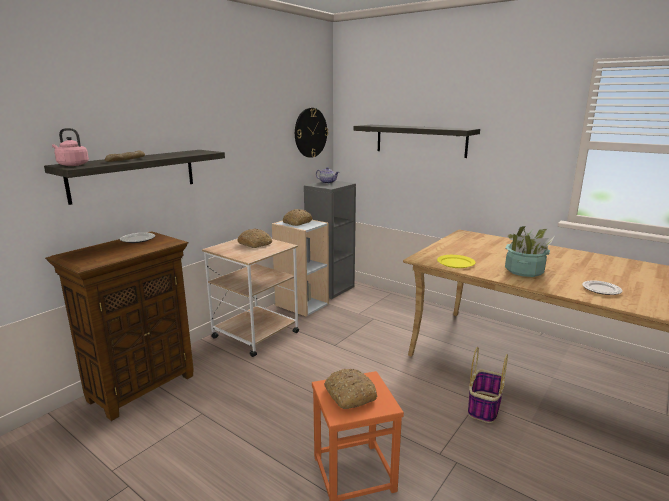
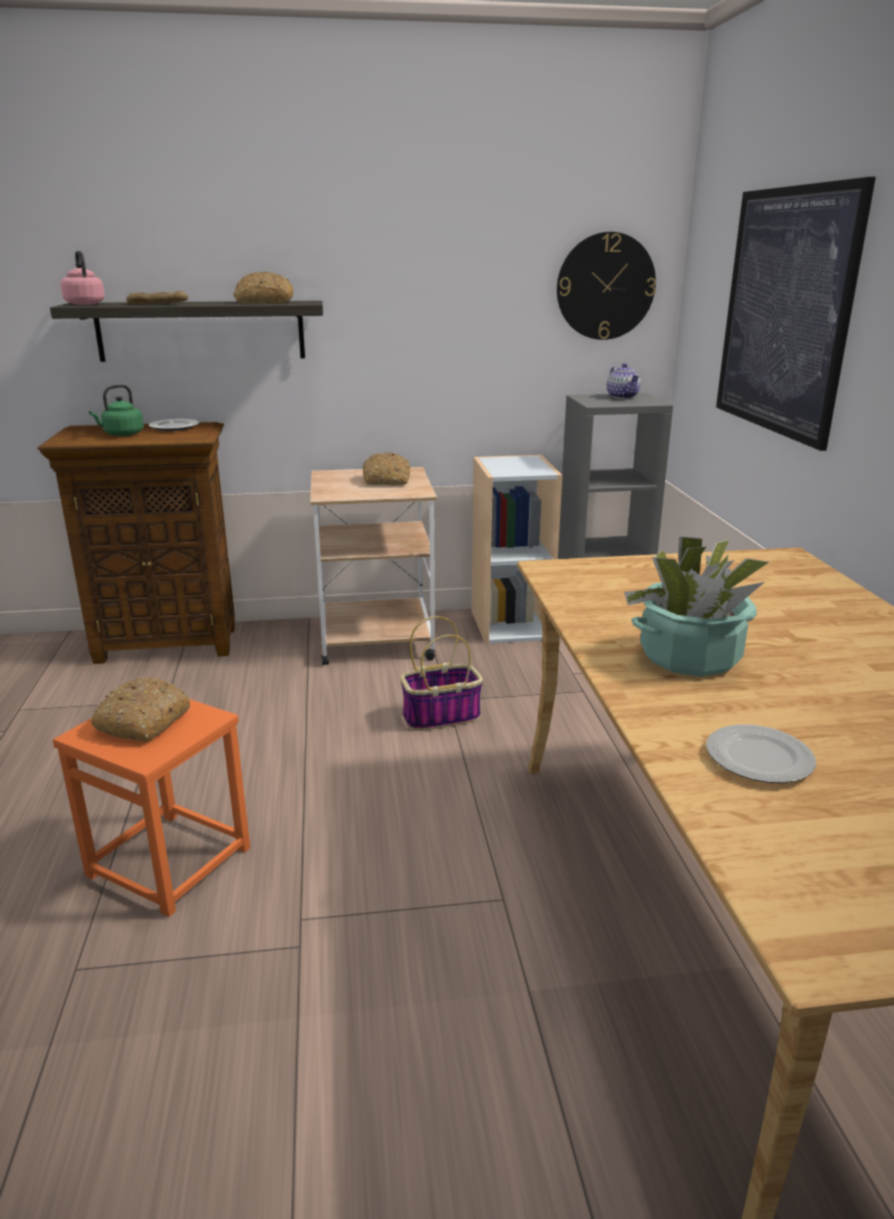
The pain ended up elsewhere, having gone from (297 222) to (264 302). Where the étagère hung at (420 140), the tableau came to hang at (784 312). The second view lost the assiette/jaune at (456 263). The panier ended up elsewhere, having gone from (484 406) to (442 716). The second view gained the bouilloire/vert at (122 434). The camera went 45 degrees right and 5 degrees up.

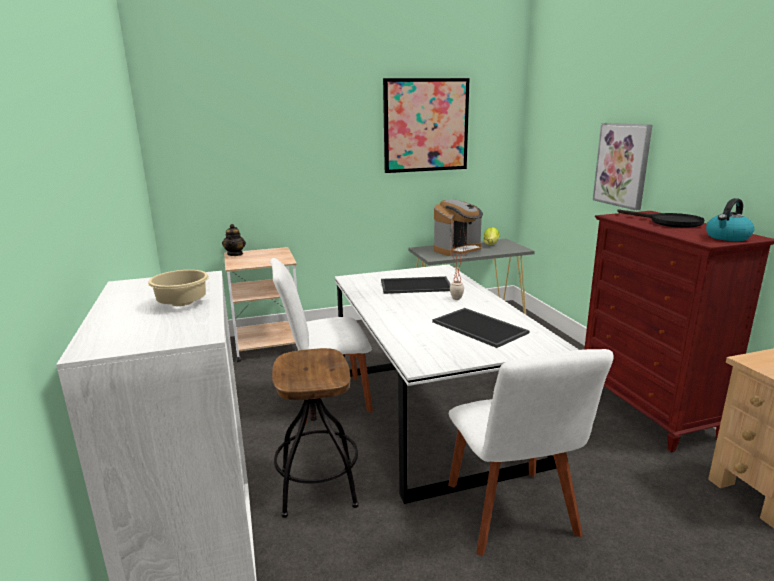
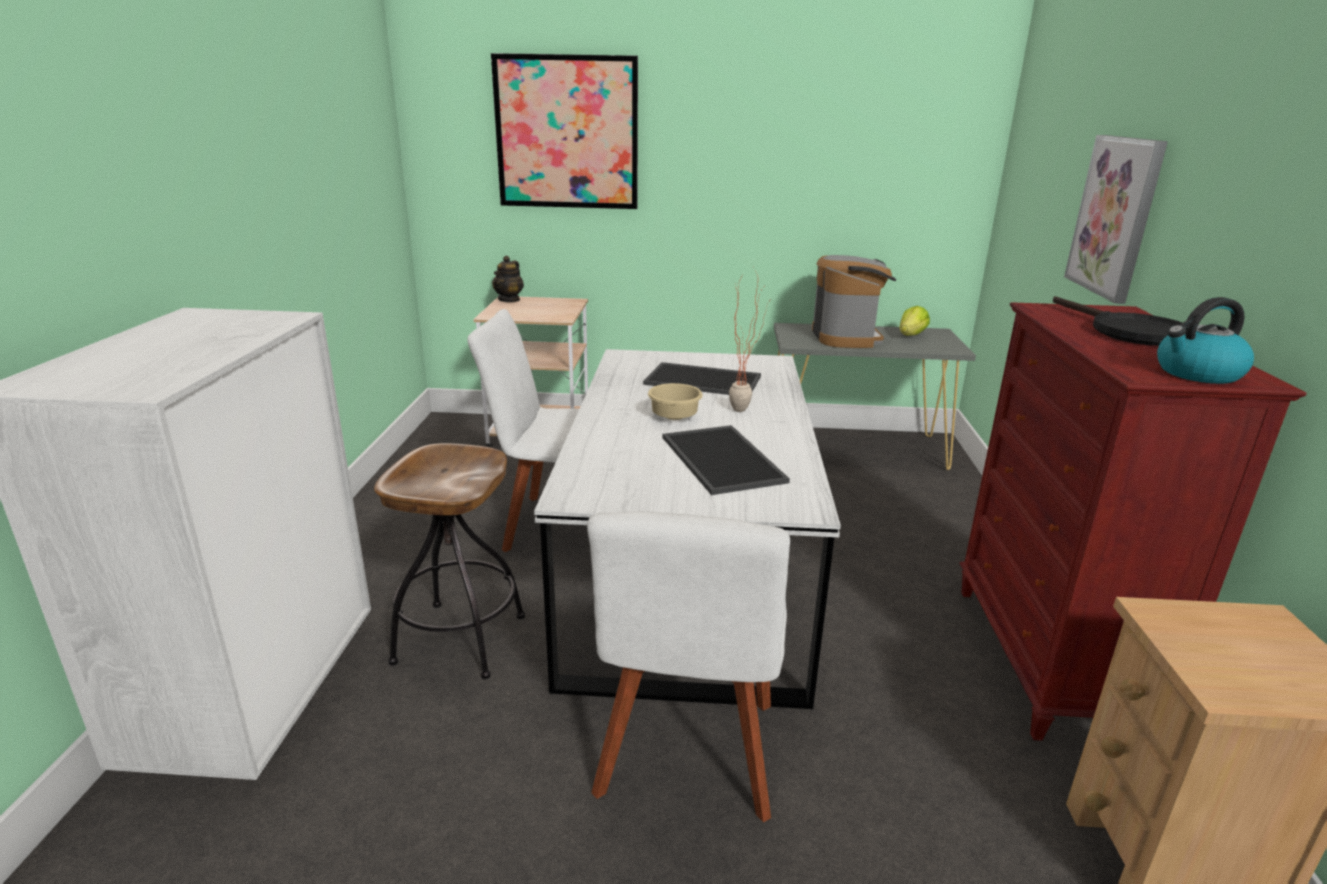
The bol/beige ended up elsewhere, having gone from (182 303) to (674 416). The tableau ended up elsewhere, having gone from (426 125) to (567 133). The machine à café at (458 250) ended up facing another way, 75 degrees counterclockwise from before. The camera went 20 degrees right and 5 degrees up.

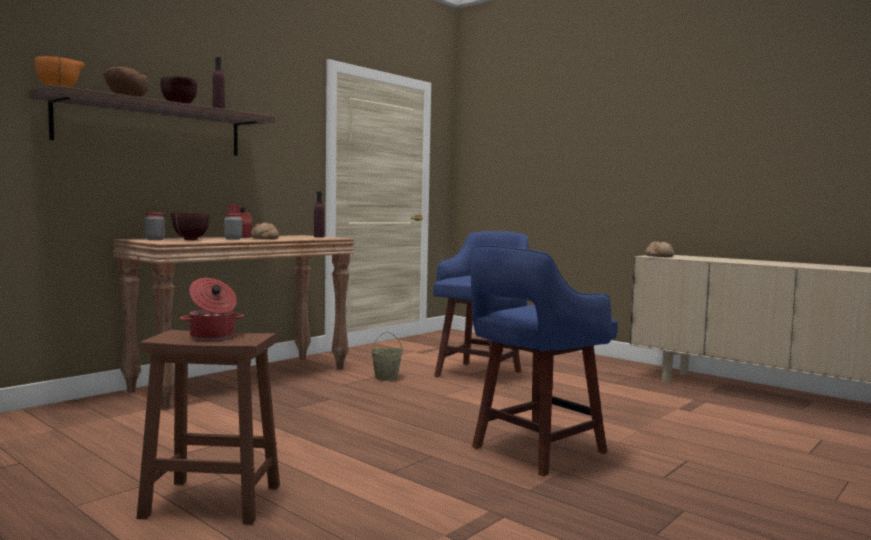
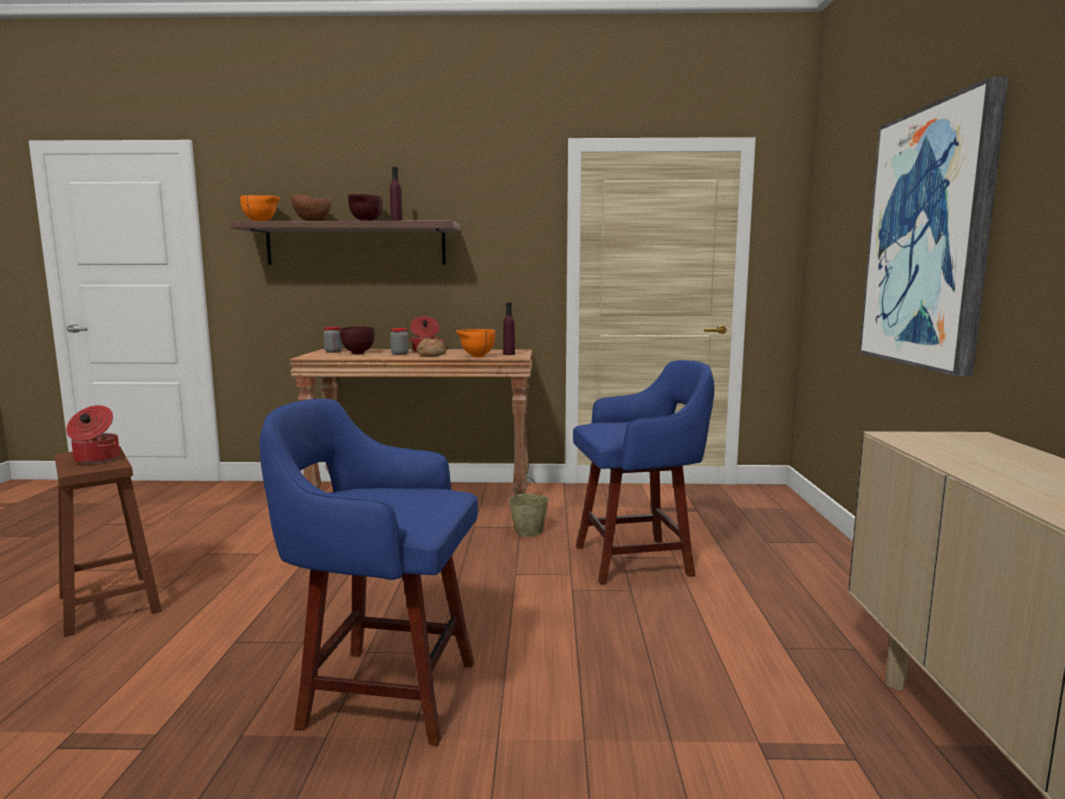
The second view lost the pain at (659 256). The second view gained the bol/orange at (476 356). The second view gained the tableau at (928 238). The camera went 50 degrees right and 5 degrees up.

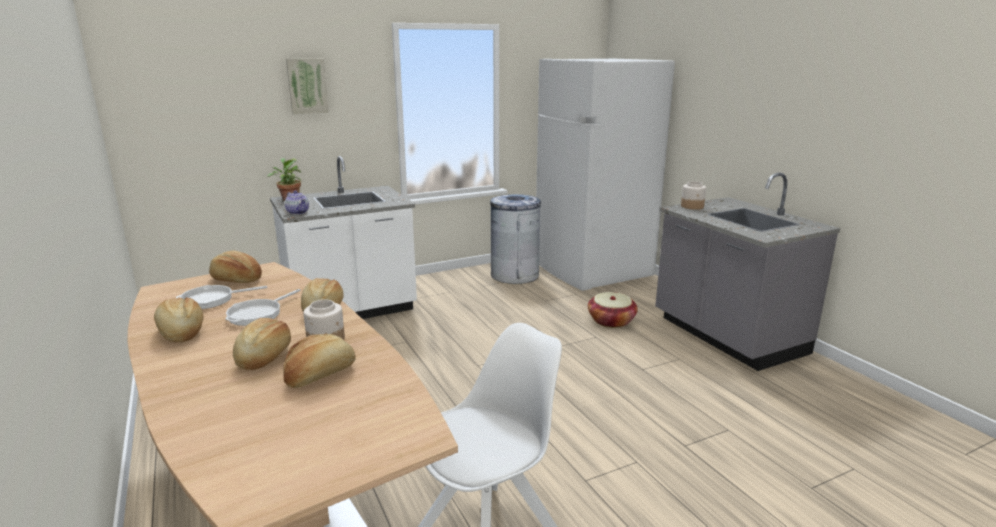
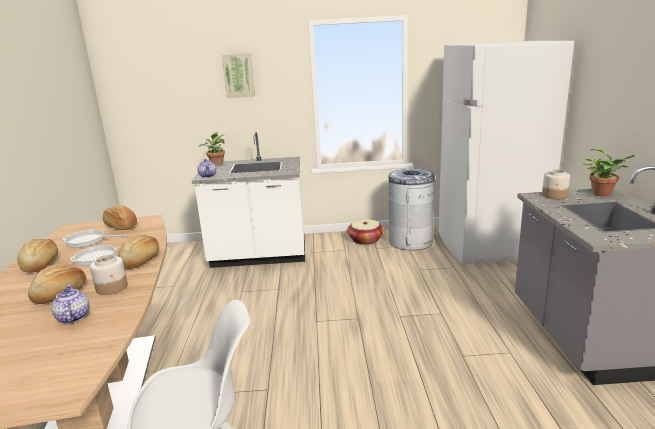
Where the pain stood at (320 375), the théière came to stand at (73 317). The panier ended up elsewhere, having gone from (611 321) to (365 240). The second view gained the plante en pot at (604 194). The camera went 25 degrees right and 0 degrees up.

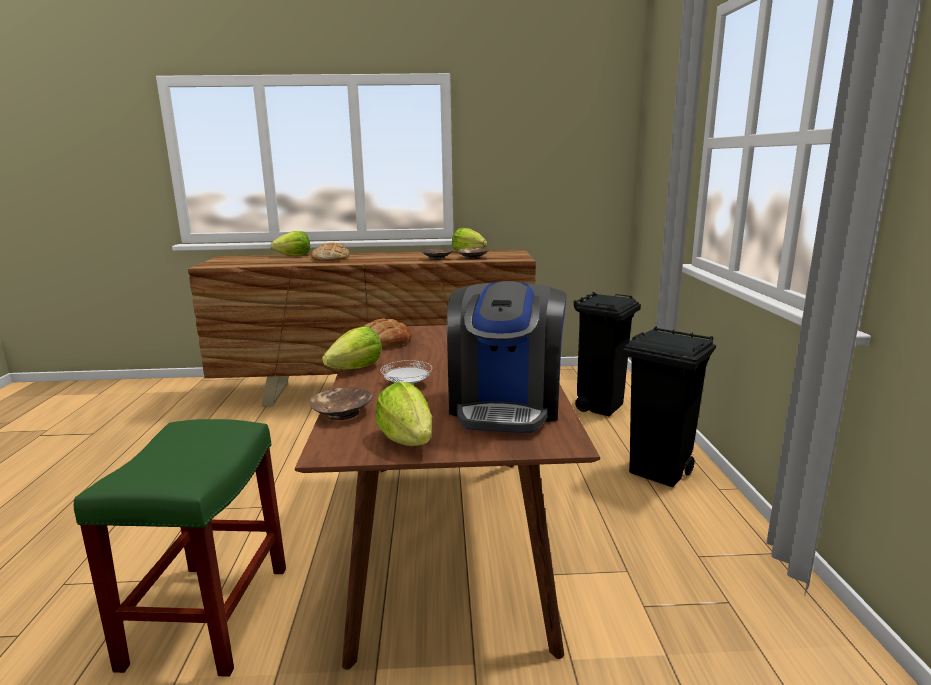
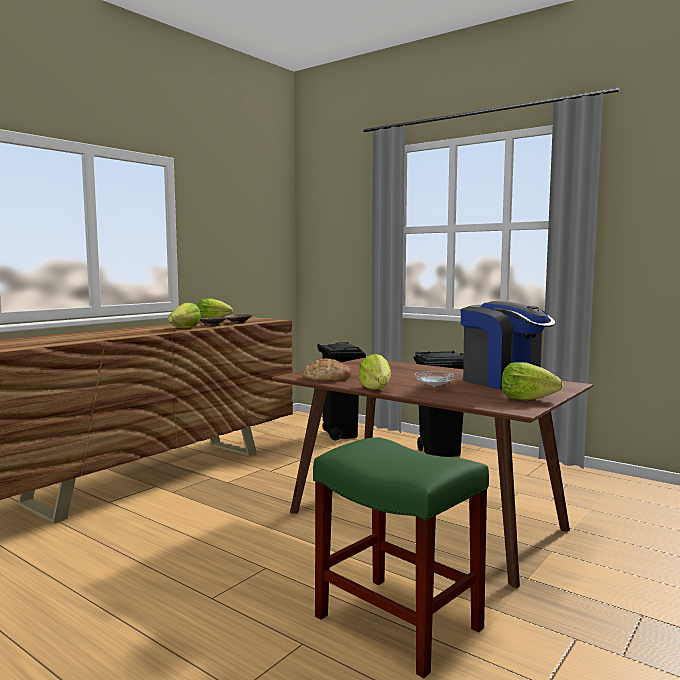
The laitue ended up elsewhere, having gone from (294 255) to (185 328). The second view lost the bol/marron at (342 412). The second view lost the pain at (330 258). The camera went 50 degrees left and 10 degrees down.

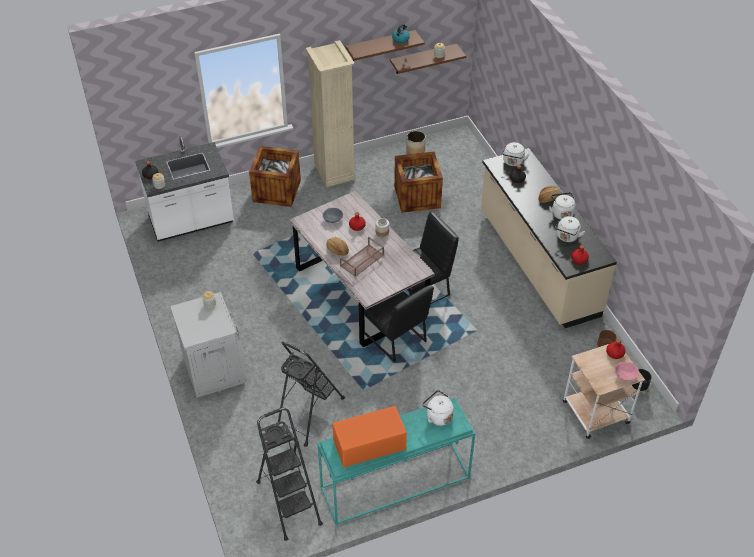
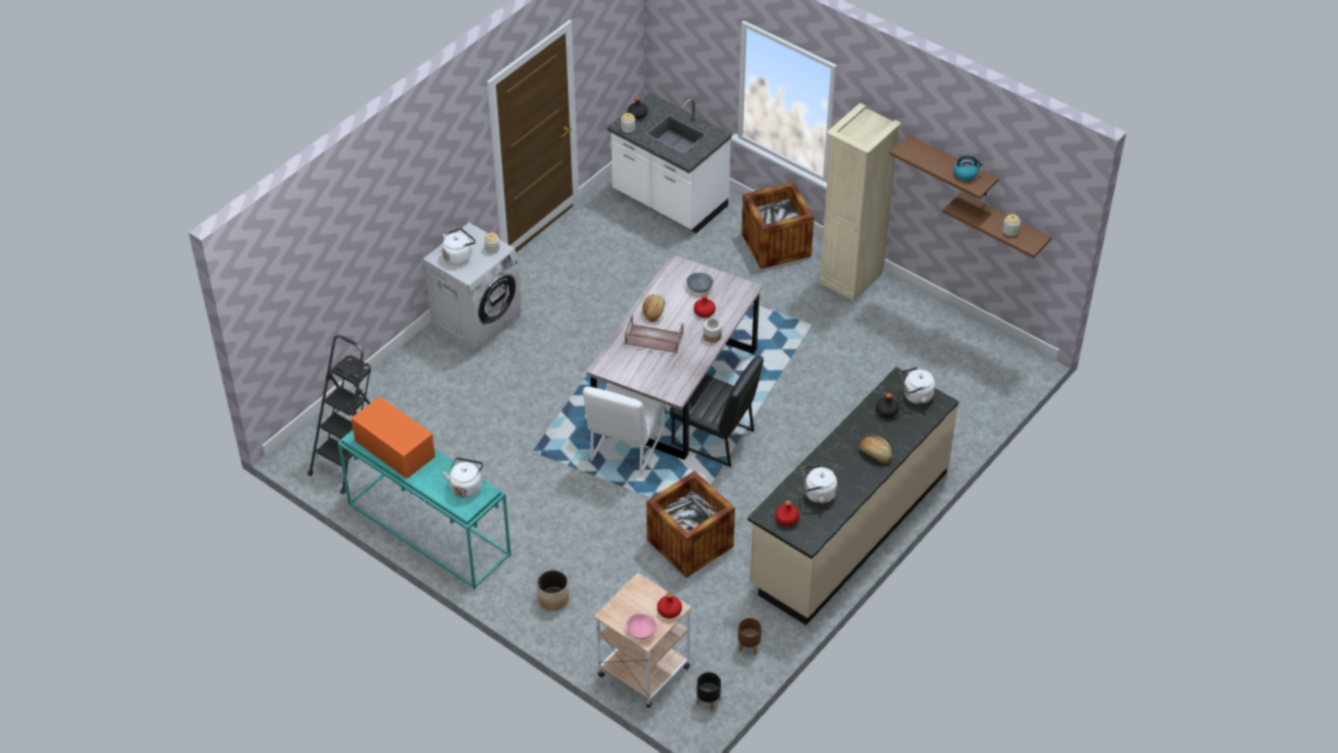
The second view lost the escabeau at (309 414). What was the chaise/noir at (395 338) turned into the chaise/blanc at (626 446). The caisse ended up elsewhere, having gone from (417 197) to (690 543). The cache-pot ended up elsewhere, having gone from (415 150) to (553 599). The bouilloire/blanc ended up elsewhere, having gone from (561 213) to (459 256). The camera went 60 degrees right and 0 degrees up.

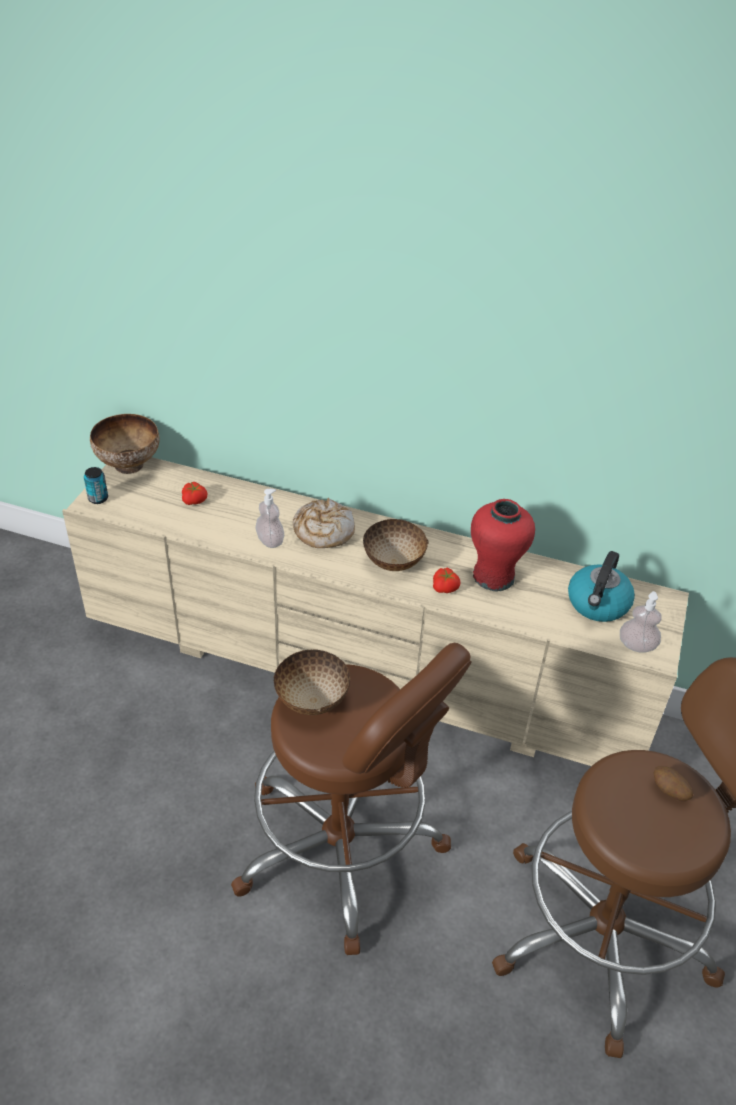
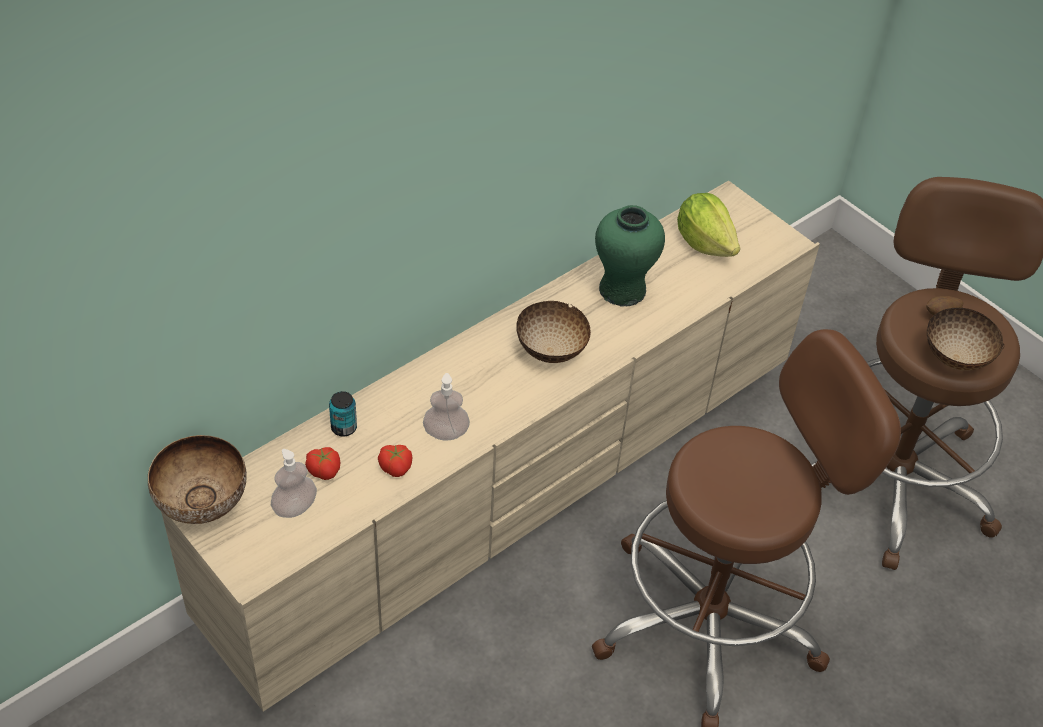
The boîte métallique ended up elsewhere, having gone from (98 498) to (344 428). The bol ended up elsewhere, having gone from (311 699) to (954 358). The second view lost the pain at (323 531). The tomate ended up elsewhere, having gone from (445 588) to (396 466). What was the vase/rouge at (493 576) turned into the vase/vert at (622 289). Where the bouilloire stood at (597 604), the laitue came to stand at (705 242). The distributeur de savon ended up elsewhere, having gone from (636 645) to (295 507). The camera went 60 degrees left and 5 degrees up.

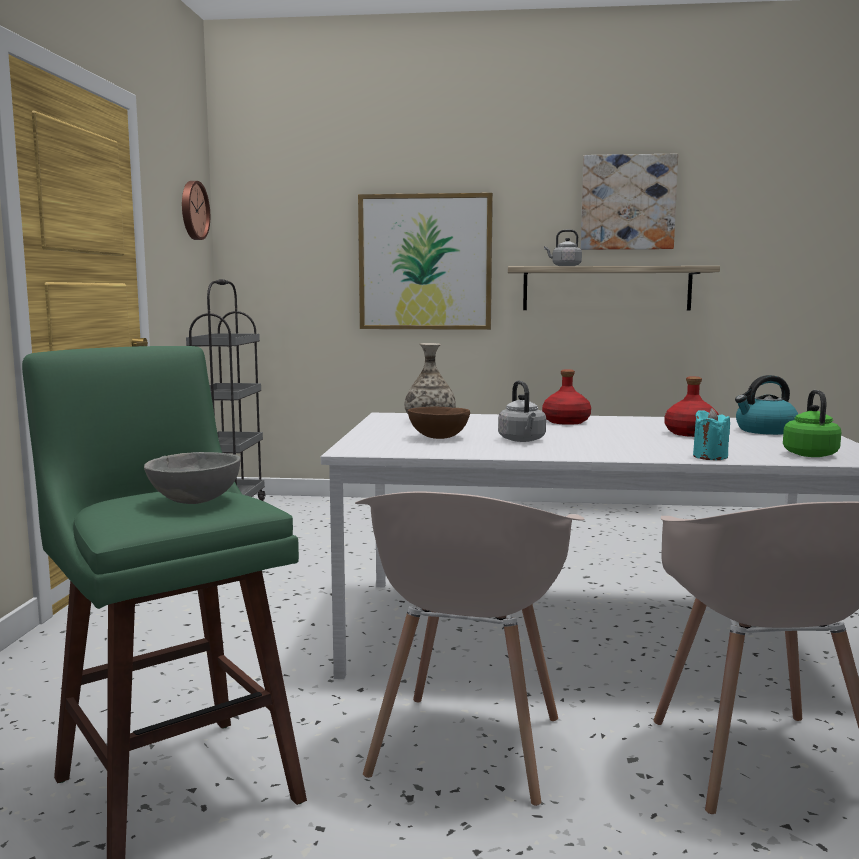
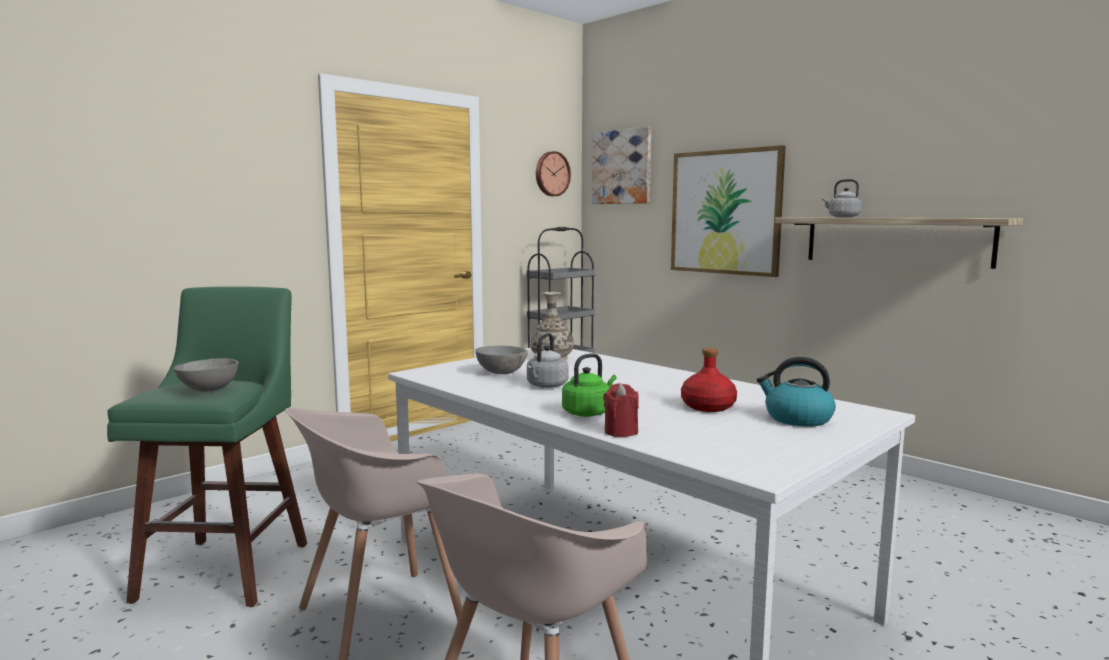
What was the bol/marron at (438 437) turned into the bol/gris at (501 372). The second view lost the bouteille/rouge at (566 422). The tableau ended up elsewhere, having gone from (627 202) to (622 167). What was the bougie/turquoise at (710 457) turned into the bougie/rouge at (621 432). The bouilloire/vert ended up elsewhere, having gone from (809 454) to (588 412). The camera went 40 degrees right and 0 degrees up.

